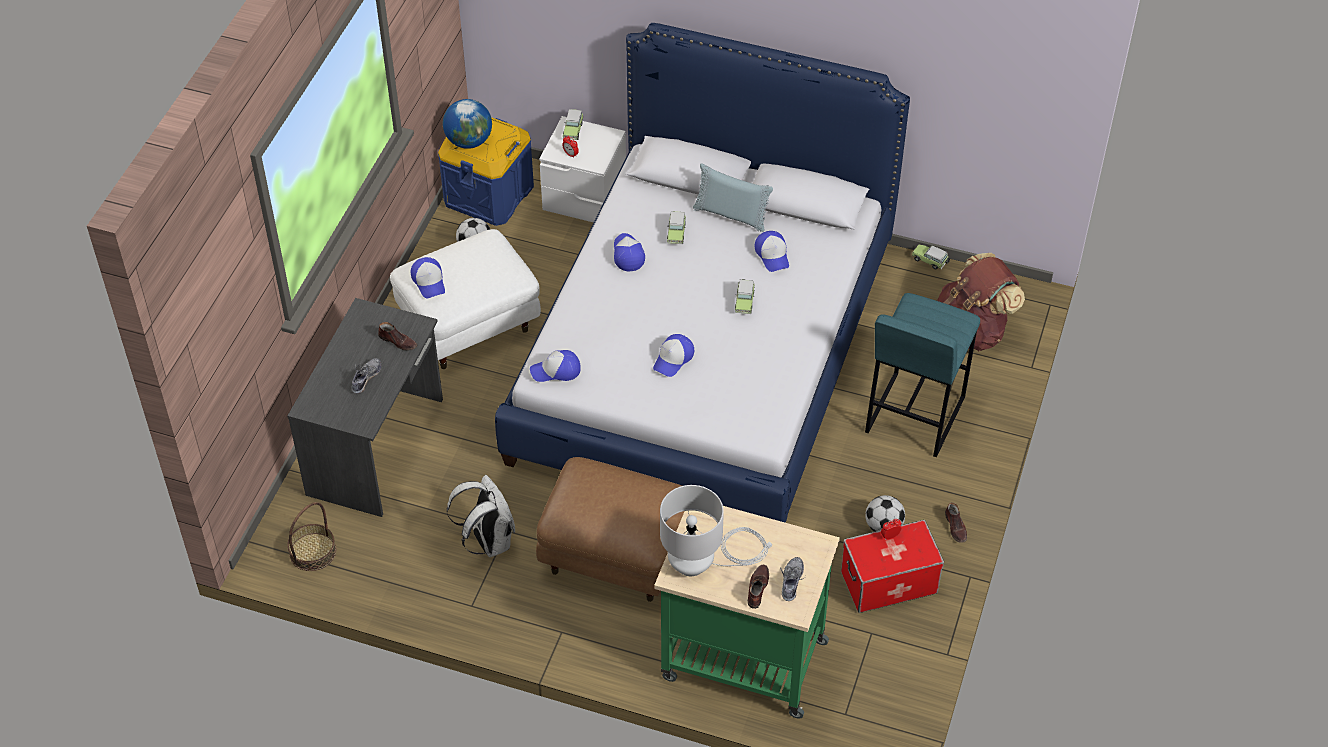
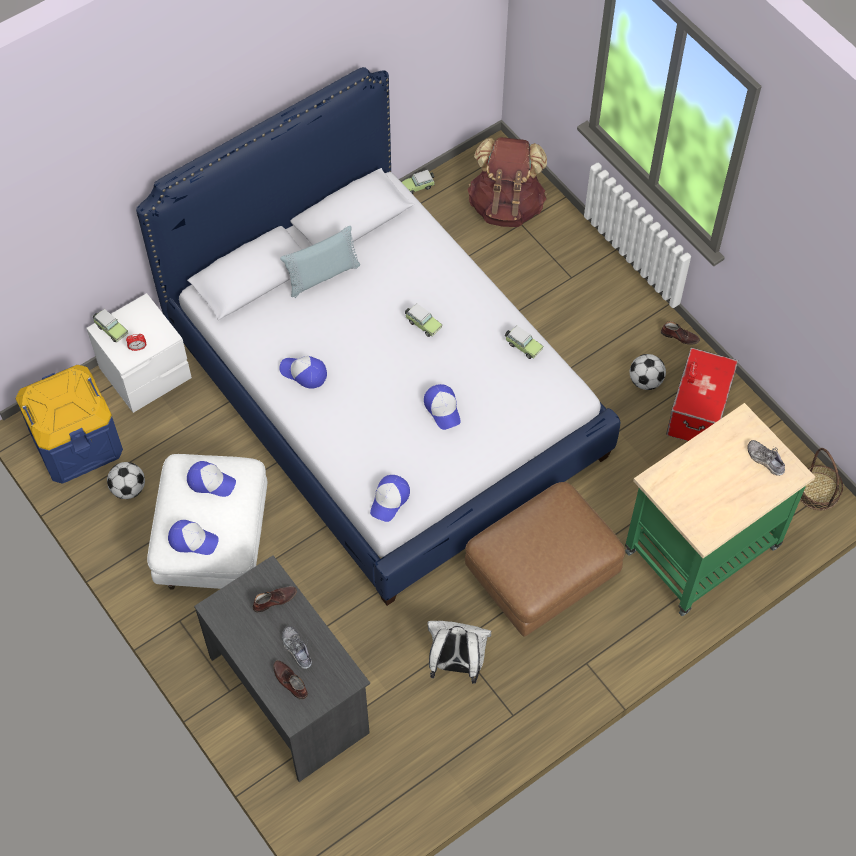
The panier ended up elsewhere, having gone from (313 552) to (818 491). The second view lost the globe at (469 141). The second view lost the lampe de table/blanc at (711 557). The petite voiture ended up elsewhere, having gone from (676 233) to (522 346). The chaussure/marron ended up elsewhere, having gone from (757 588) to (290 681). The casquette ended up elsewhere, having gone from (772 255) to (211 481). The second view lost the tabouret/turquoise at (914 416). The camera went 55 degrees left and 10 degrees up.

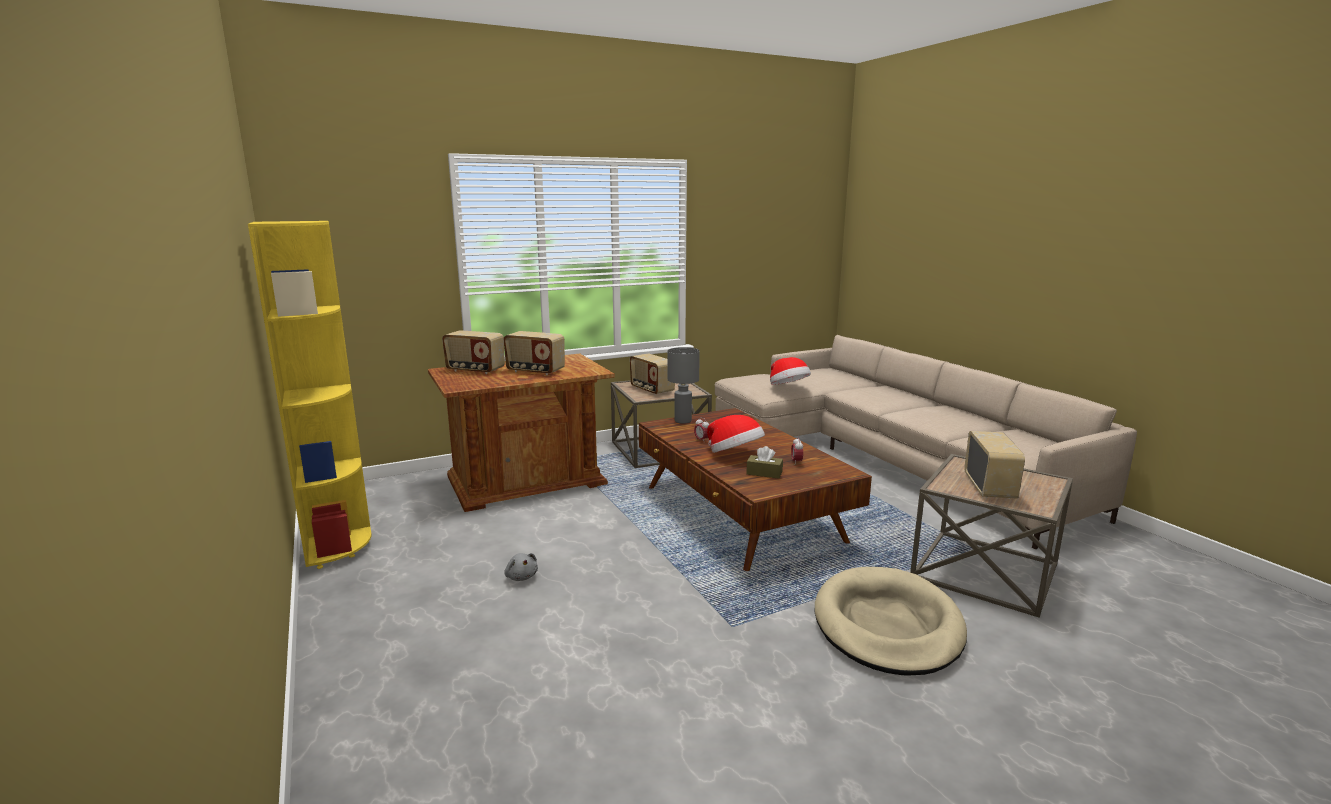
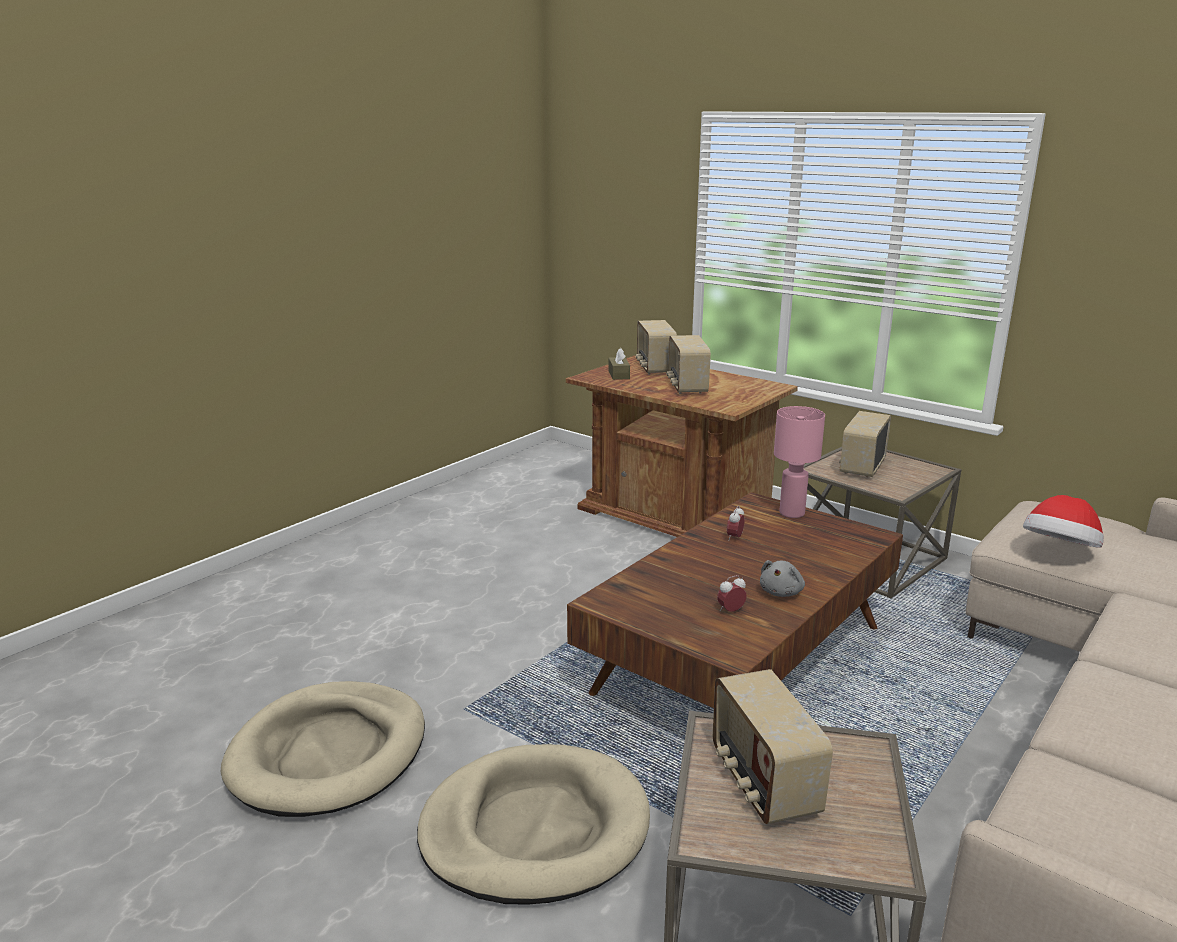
The second view lost the bibliothèque/jaune at (338 553). The peluche/gris ended up elsewhere, having gone from (521 576) to (781 592). What was the lampe de table/gris at (682 421) turned into the lampe de table/rose at (791 513). The second view lost the chapeau at (735 454). The boîte à mouchoirs/marron ended up elsewhere, having gone from (764 473) to (619 375). The radio at (990 488) ended up facing another way, 90 degrees clockwise from before. The second view gained the panier pour chien/beige at (329 753). The camera went 65 degrees right and 5 degrees up.

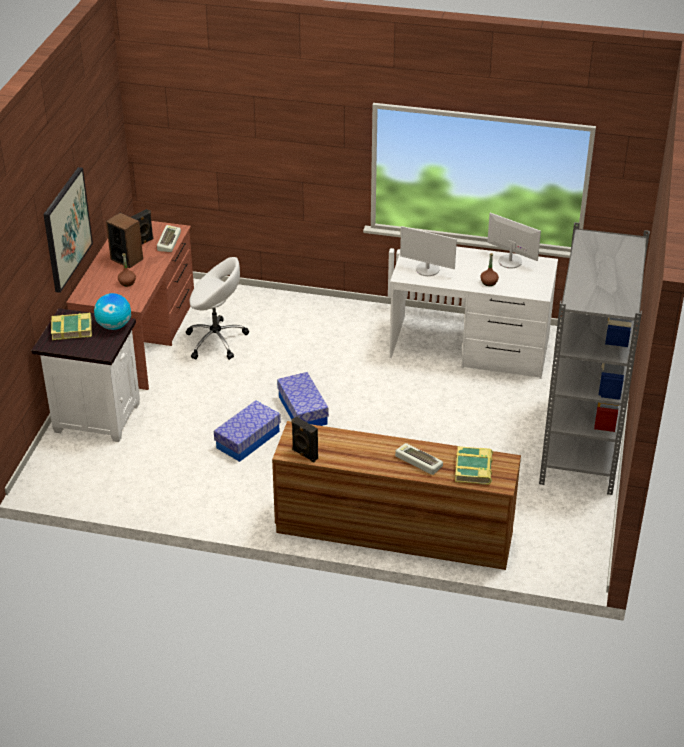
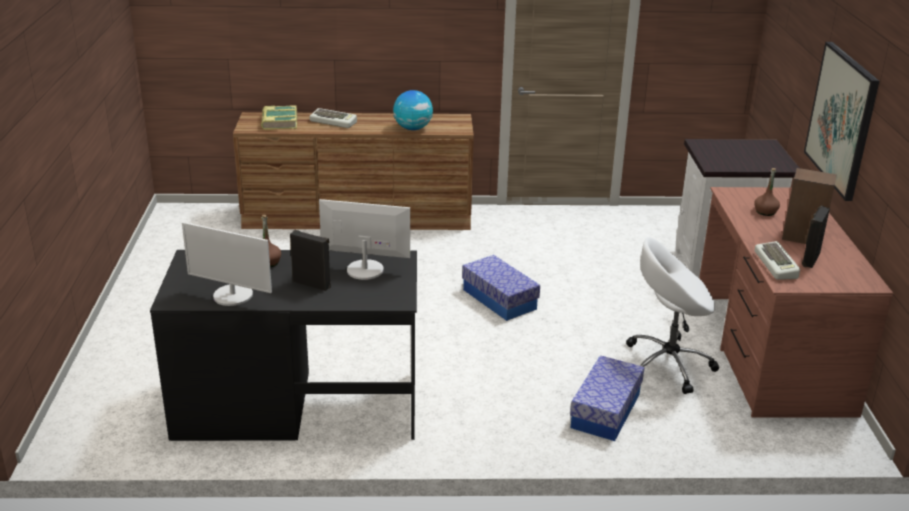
The second view lost the livre at (72 329). The globe ended up elsewhere, having gone from (114 326) to (413 128). The boîte de rangement ended up elsewhere, having gone from (248 439) to (605 411). The enceinte/noir ended up elsewhere, having gone from (304 455) to (312 284). What was the bureau/blanc at (470 347) turned into the bureau/noir at (297 404). The second view lost the bibliothèque/gris at (581 444). The camera went 165 degrees right and 10 degrees down.

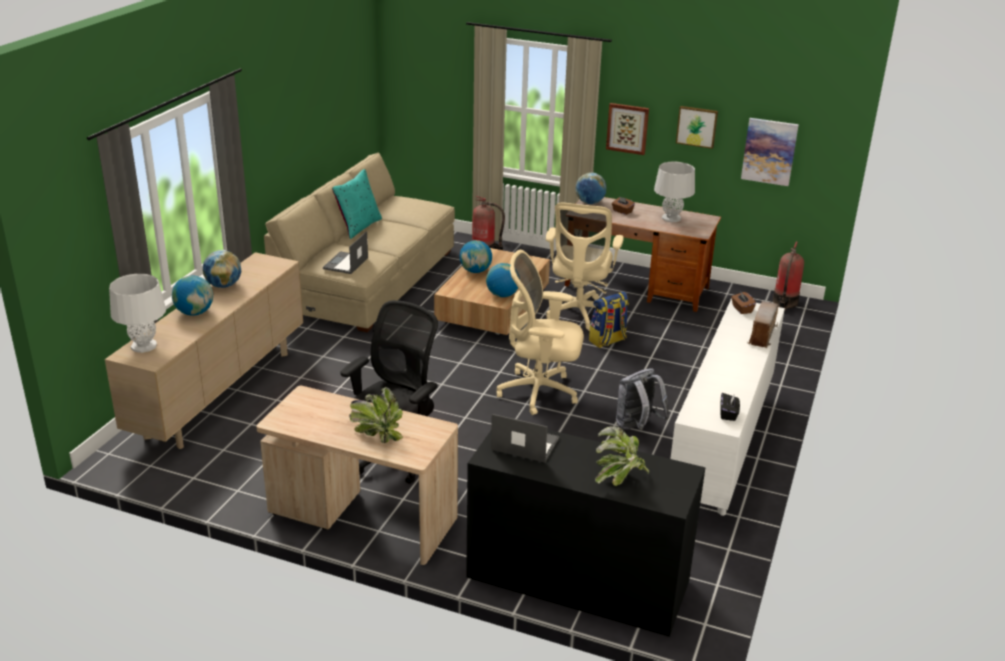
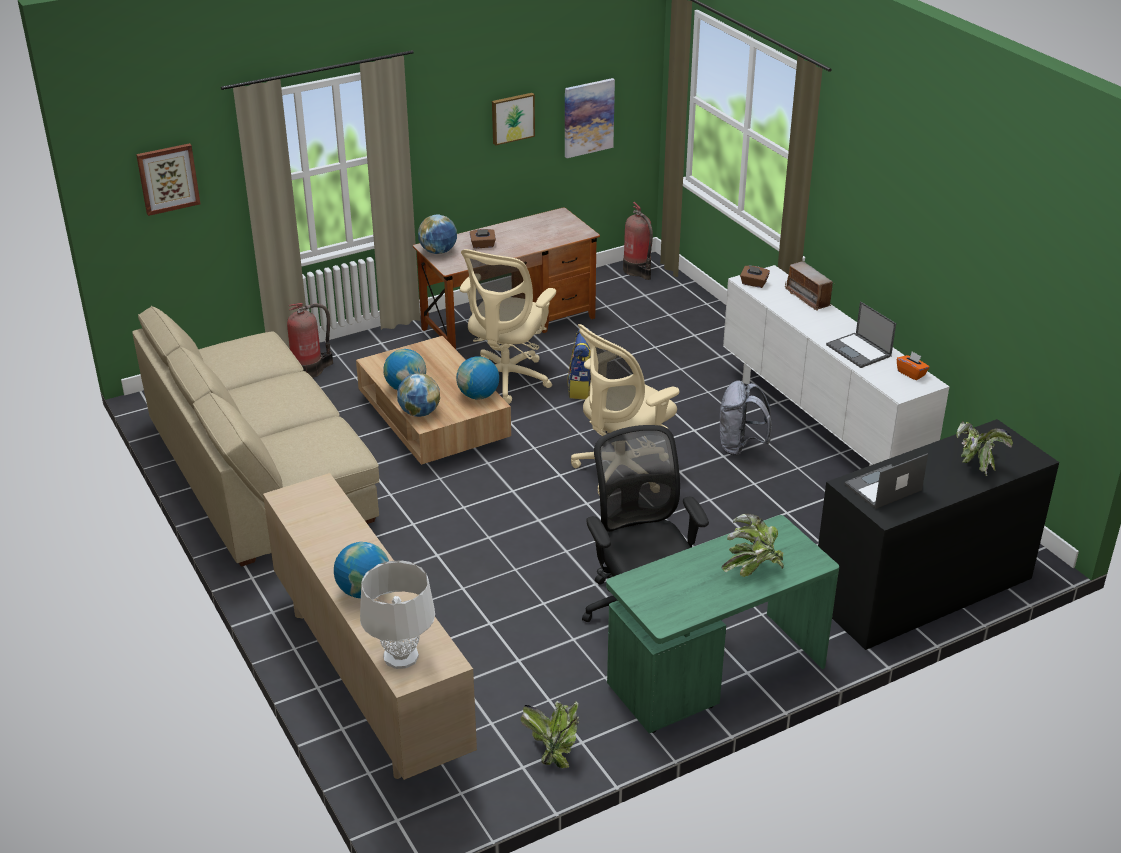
The globe ended up elsewhere, having gone from (223 285) to (419 413). What was the bureau/beige at (361 517) turned into the bureau/vert at (715 674). The ordinateur portable ended up elsewhere, having gone from (345 263) to (859 351). The second view lost the coussin/turquoise at (358 227). The chaise de bureau/beige at (579 310) ended up facing another way, 60 degrees clockwise from before. The tableau ended up elsewhere, having gone from (627 128) to (168 178). The second view lost the lampe de table/gris at (671 218). What was the boîte à mouchoirs/noir at (728 414) turned into the boîte à mouchoirs/orange at (911 373). The second view gained the plante en pot at (554 748). The camera went 50 degrees left and 5 degrees up.

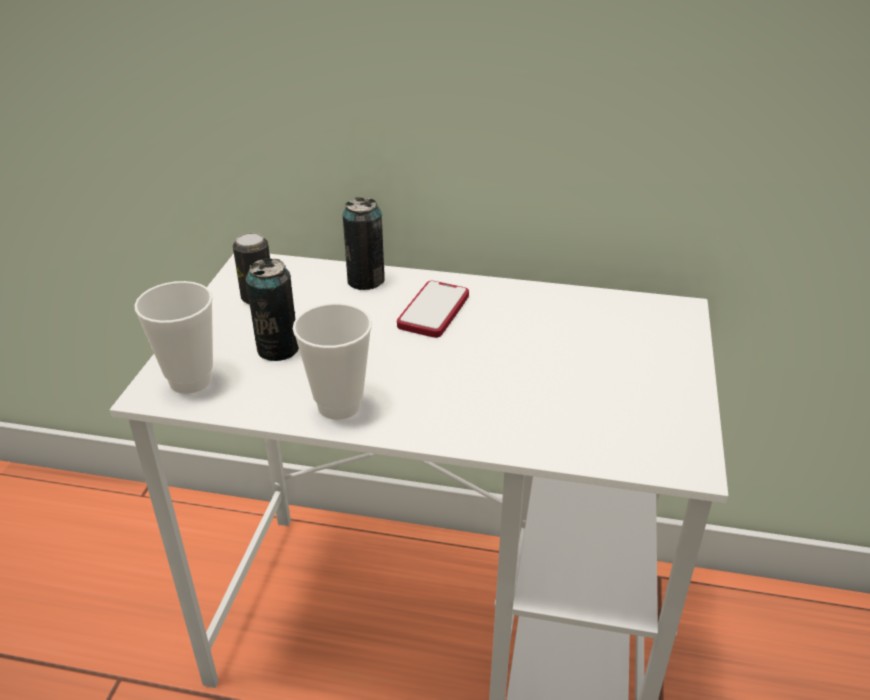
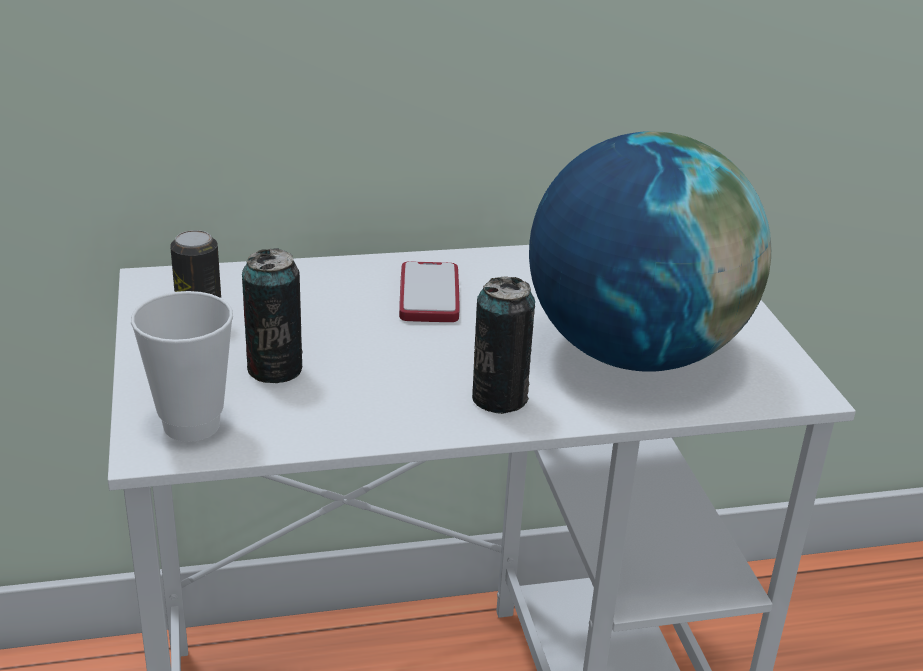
The second view lost the tasse at (339 405). The boîte métallique ended up elsewhere, having gone from (366 280) to (499 398). The second view gained the globe at (633 353). The camera went 25 degrees left and 5 degrees down.

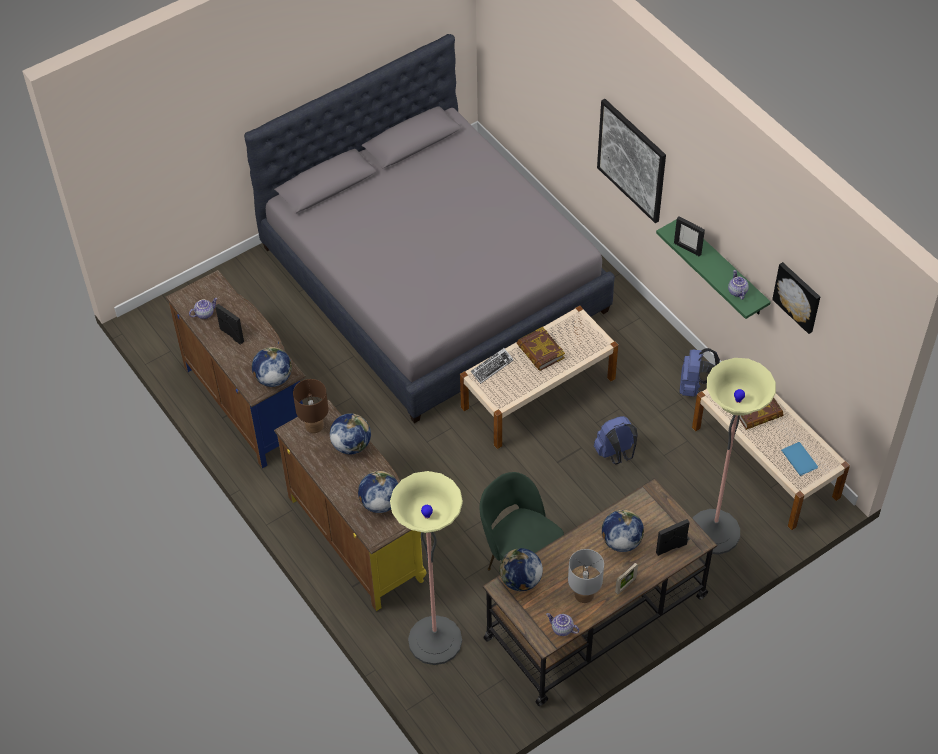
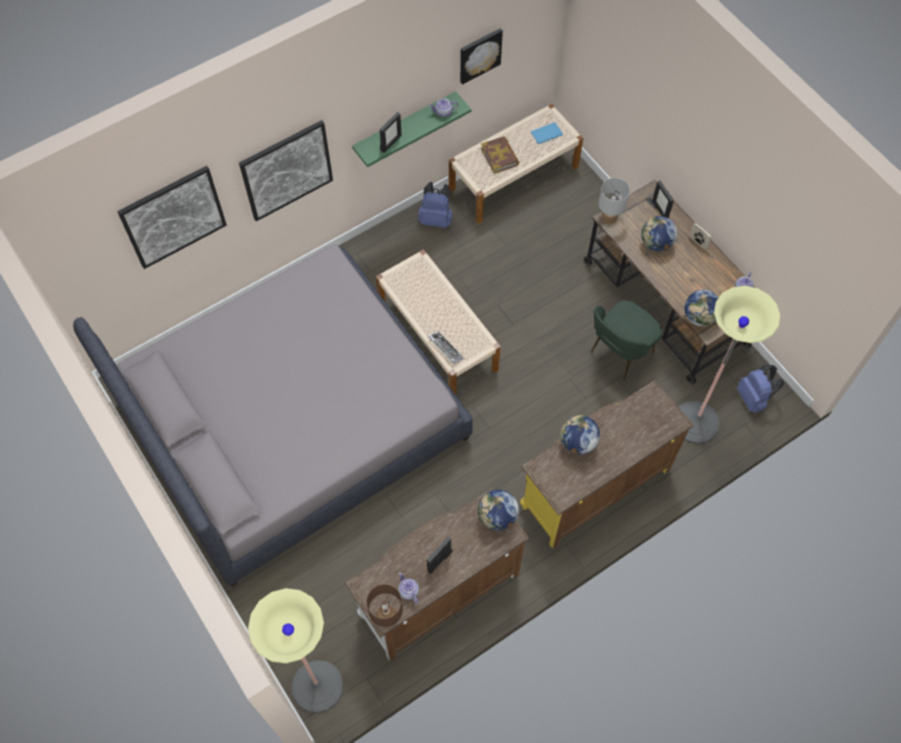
What was the commode/bleu at (247 401) turned into the commode/blanc at (437 593). The lampe de table/marron ended up elsewhere, having gone from (314 425) to (387 617). The second view lost the globe at (379 503). The second view lost the livre at (540 352). The lampe de table/gris ended up elsewhere, having gone from (584 595) to (609 217). The sac à dos/bleu ended up elsewhere, having gone from (615 454) to (754 398). The lampadaire ended up elsewhere, having gone from (714 532) to (317 686). The second view gained the tableau at (173 217). The camera went 90 degrees left and 10 degrees up.

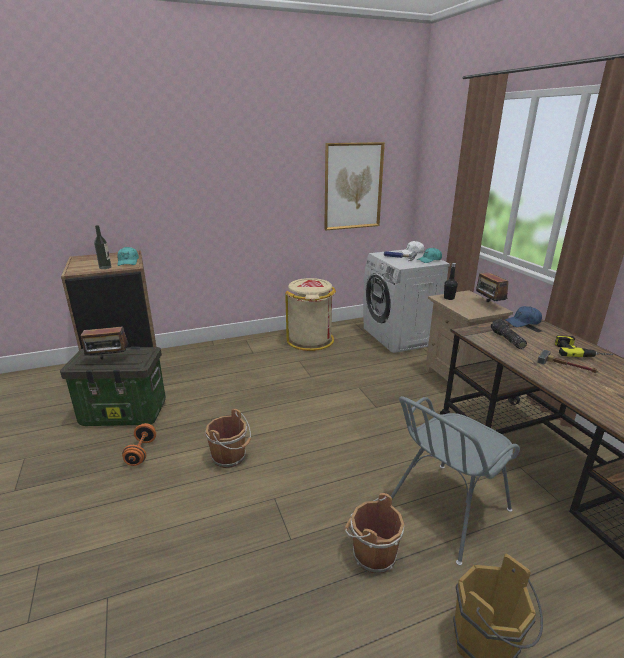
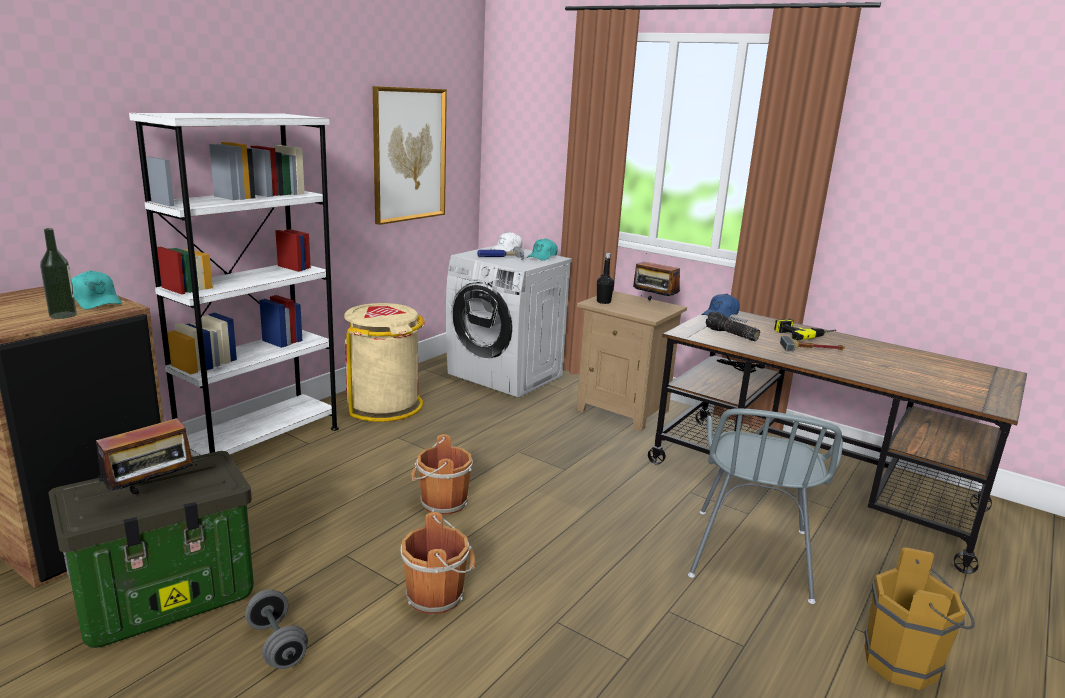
What was the haltère/orange at (141 452) turned into the haltère/gris at (277 644). The seau/marron ended up elsewhere, having gone from (372 554) to (441 503). The second view gained the bibliothèque/blanc at (261 443). The camera went 35 degrees left and 5 degrees down.

